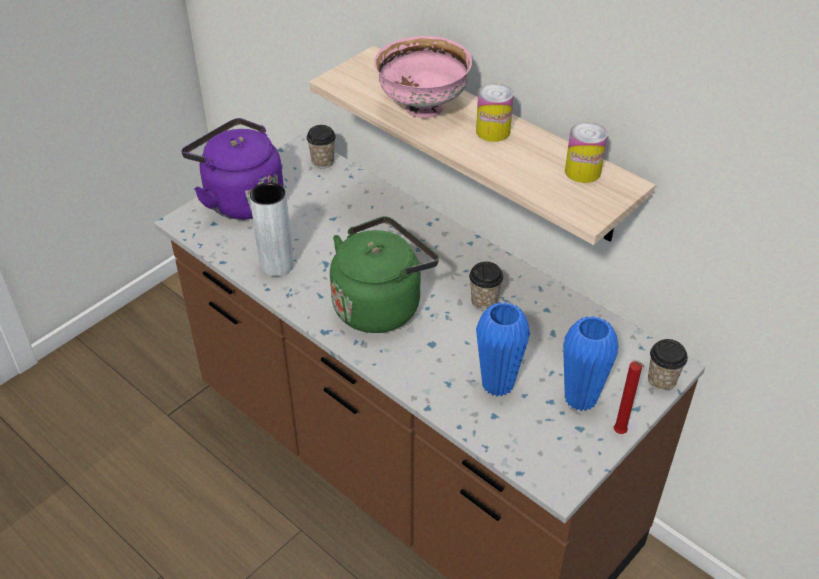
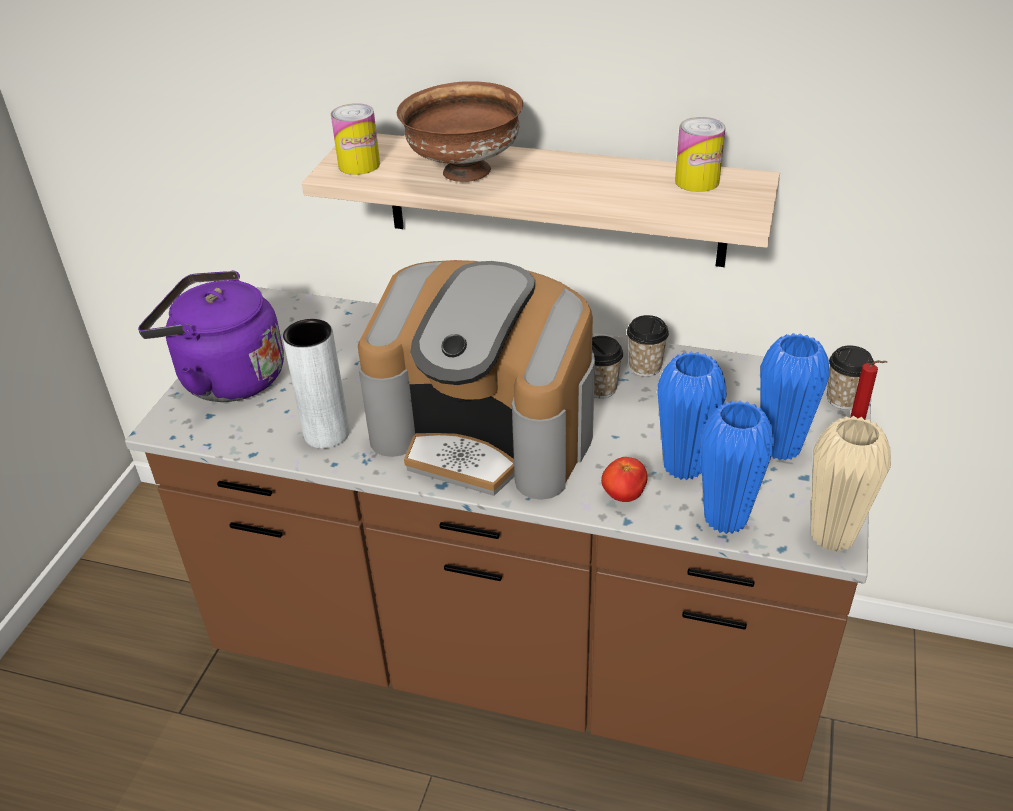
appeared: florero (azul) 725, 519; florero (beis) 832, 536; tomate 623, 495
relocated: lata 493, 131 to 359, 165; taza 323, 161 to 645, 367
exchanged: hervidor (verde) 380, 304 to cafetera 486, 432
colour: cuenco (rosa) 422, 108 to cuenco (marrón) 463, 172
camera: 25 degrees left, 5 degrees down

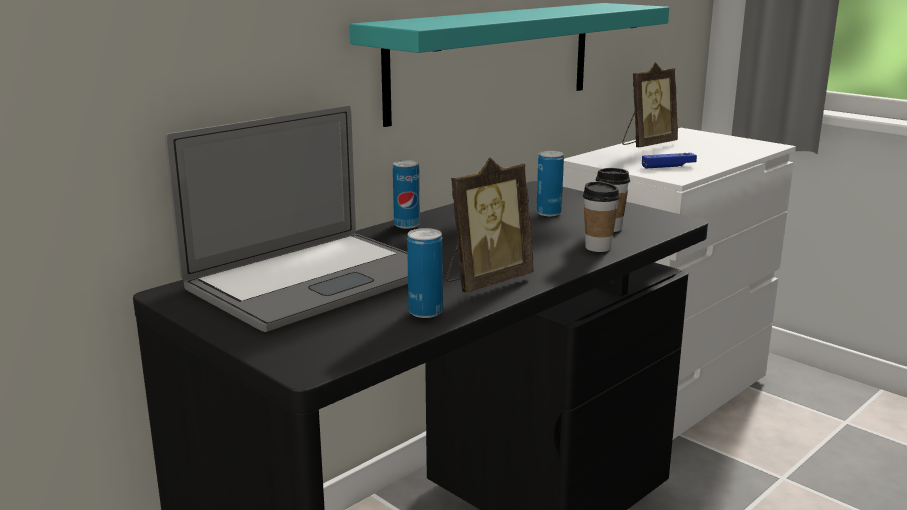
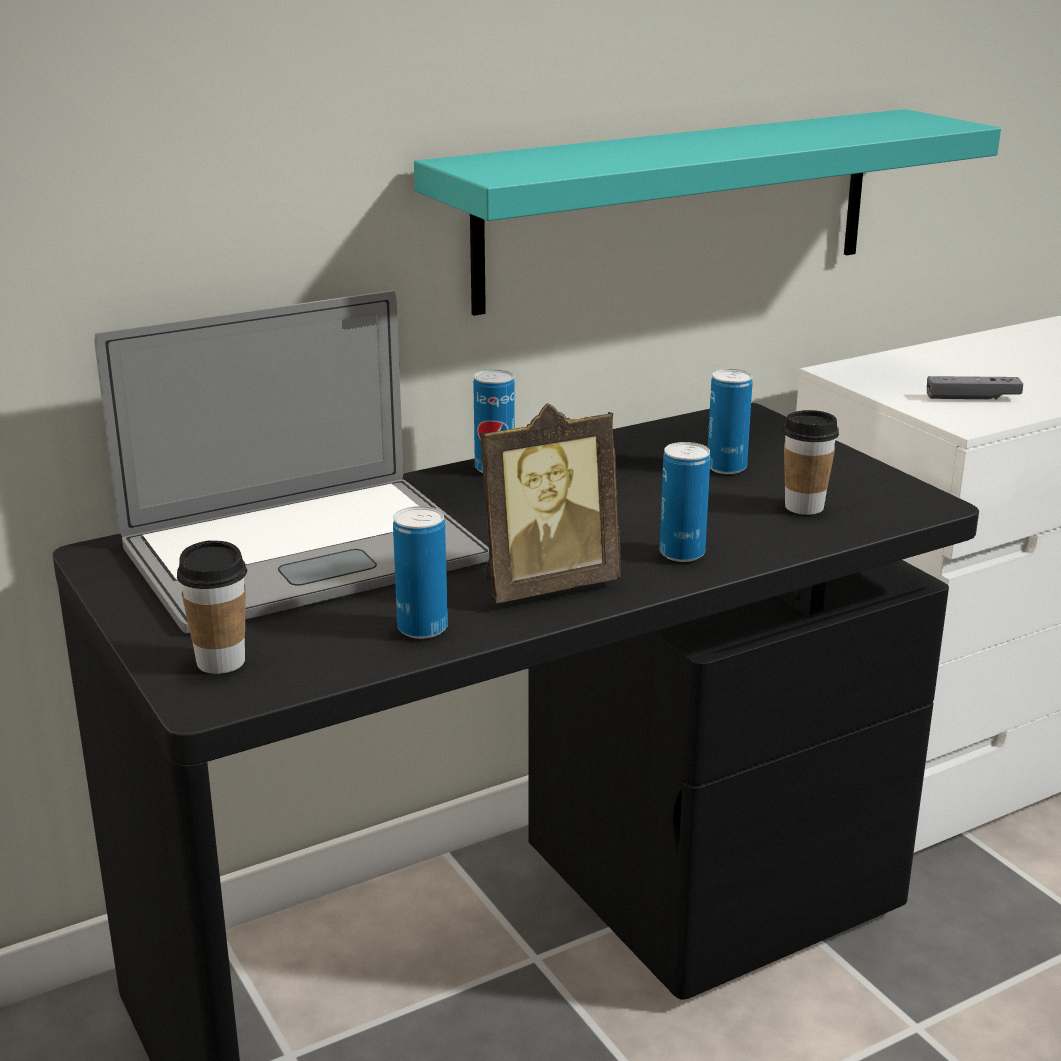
missing: portarretratos 647, 145
appeared: lata 682, 553
relocated: taza 598, 247 to 221, 662
colour: mando de consola (azul) 668, 166 to mando de consola (gris) 972, 397
camera: 15 degrees right, 5 degrees up

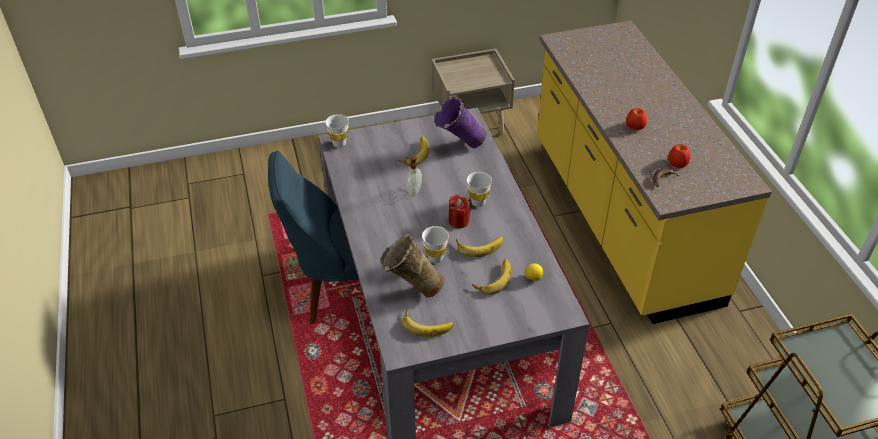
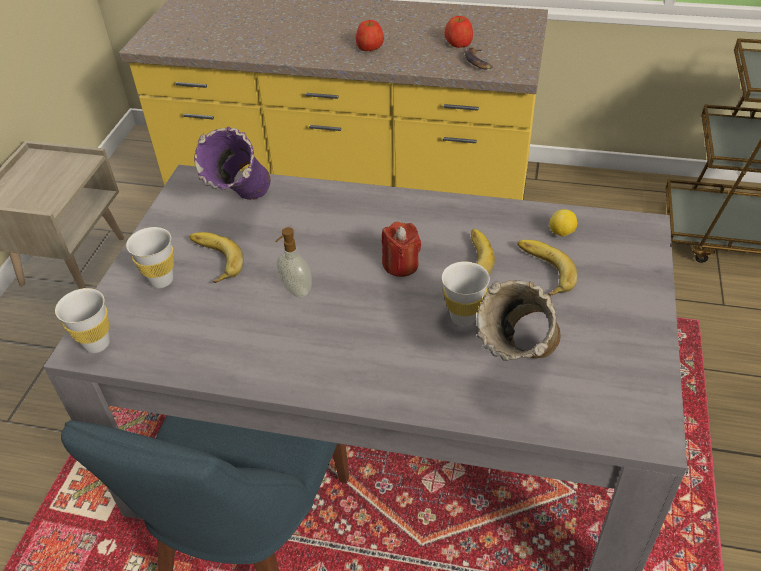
missing: plátano 427, 324
relocated: taza (blanco) 478, 202 to 161, 280
camera: 60 degrees left, 0 degrees up

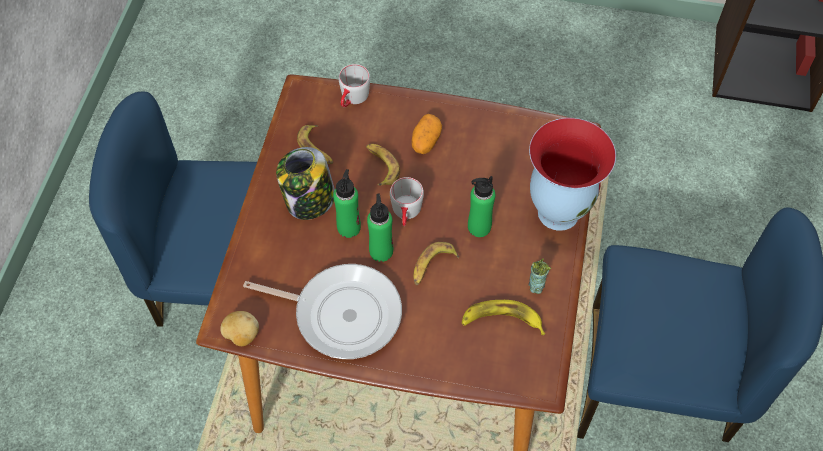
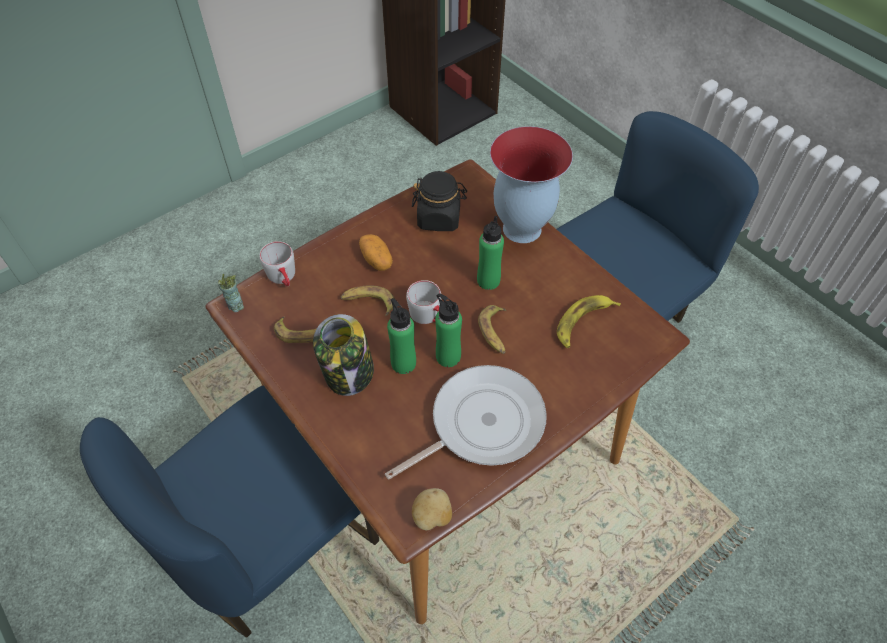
appeared: tarro (negro) 439, 218
relocated: taza 536, 286 to 235, 306
camera: 50 degrees left, 5 degrees down

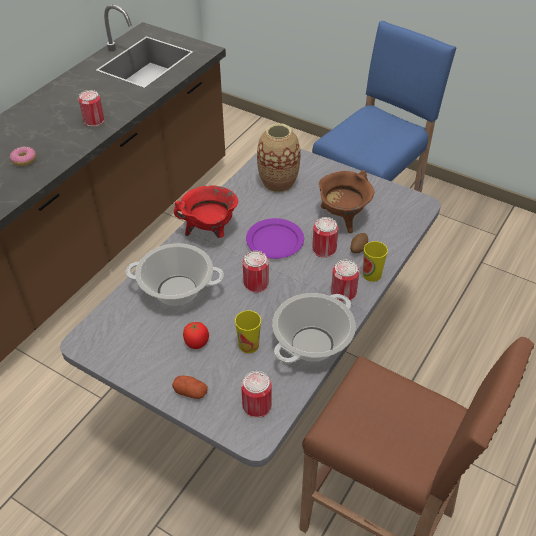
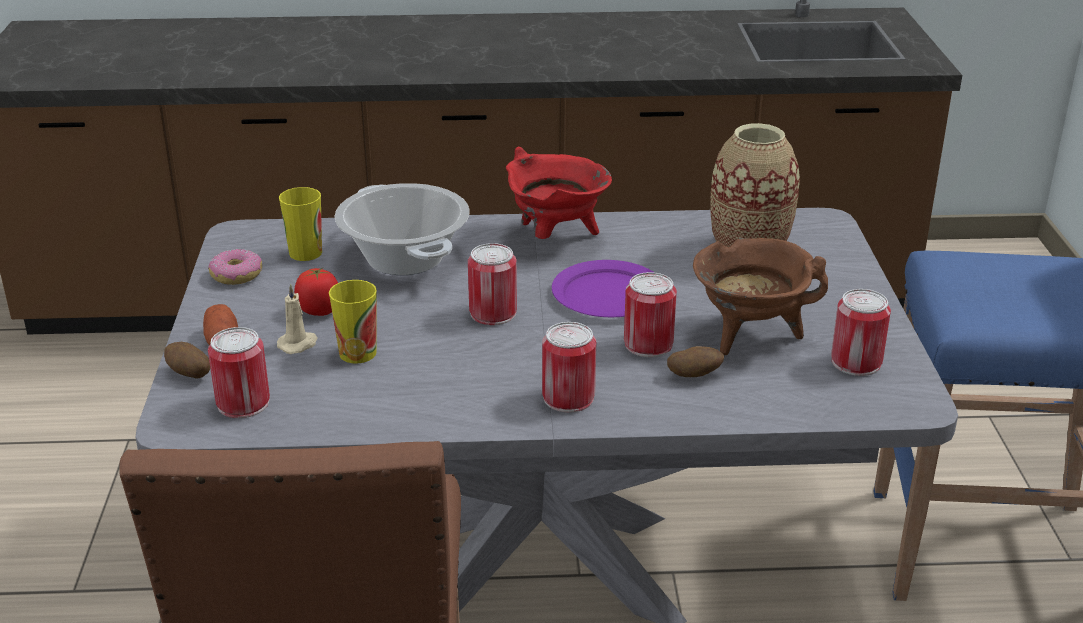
missing: olla 312, 343
appeared: vela (beis) 298, 344; patata 189, 374
relocated: lata 94, 120 to 856, 362; rosquilla 24, 160 to 236, 275; taza 372, 274 to 305, 253
camera: 55 degrees right, 15 degrees down

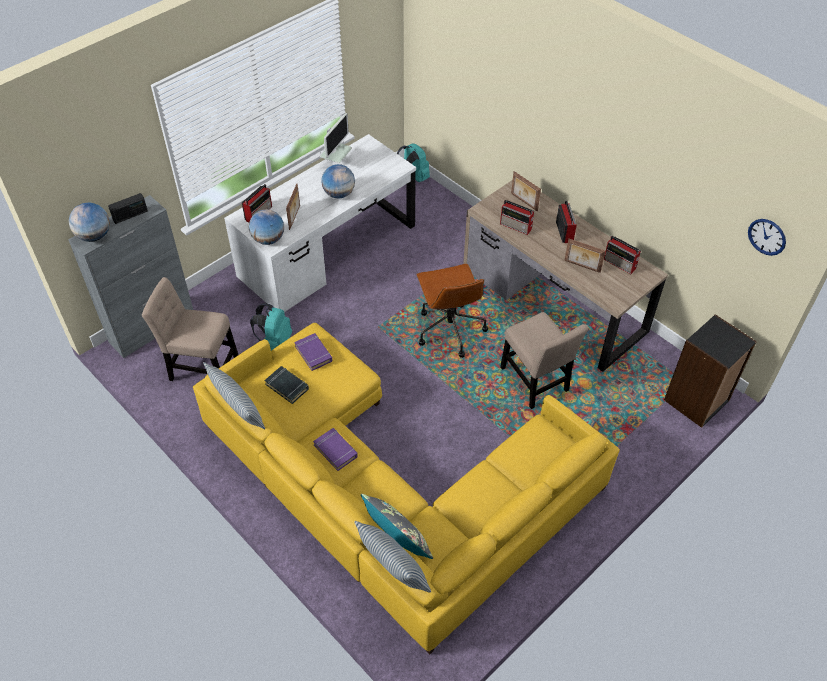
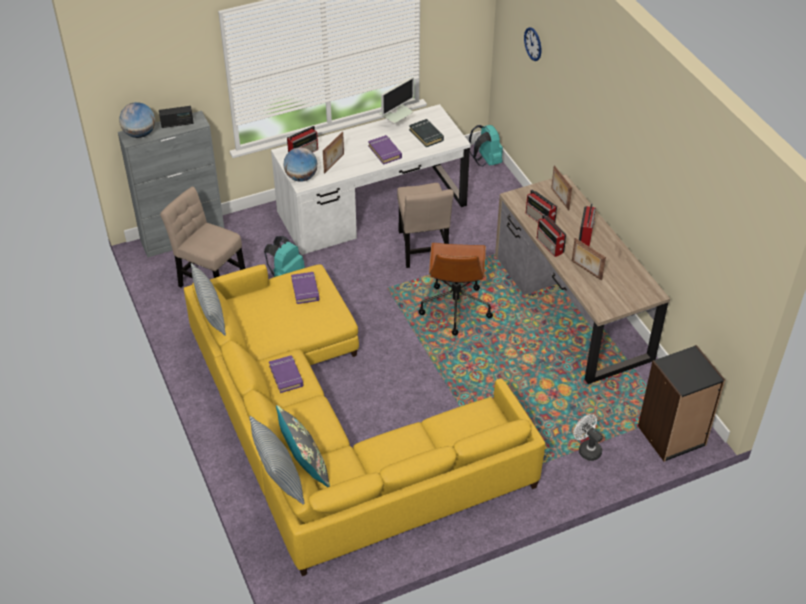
appeared: ventilador (blanco) 586, 449
relocated: reloj de pared 767, 236 to 533, 44; radio 620, 264 to 550, 246; silla (beis) 535, 382 to 422, 249; libro (negro) 287, 386 to 426, 135
exchanged: globo terráqueo 339, 194 to libro (morado) 385, 152
camera: 20 degrees right, 5 degrees down

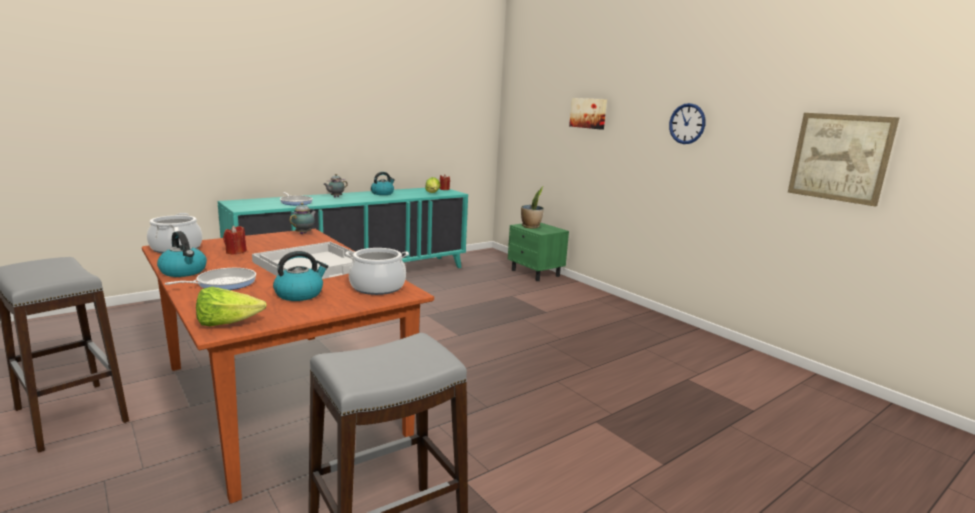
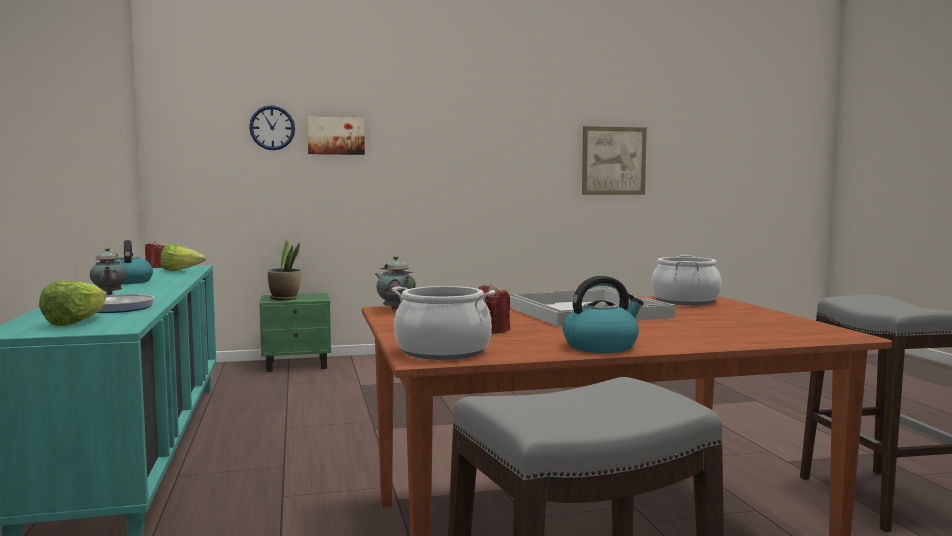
missing: hervidor 300, 294; sartén 223, 283
relocated: reloj de pared 687, 123 to 272, 128; lechuga 227, 323 to 76, 322
camera: 65 degrees left, 10 degrees down

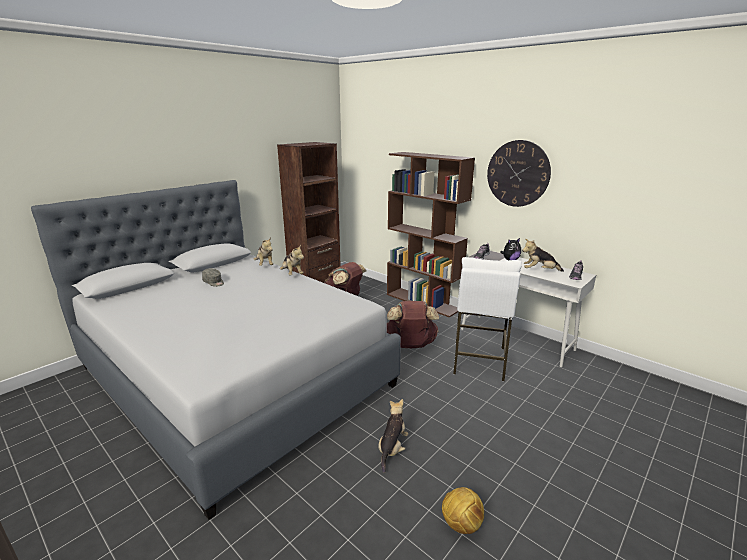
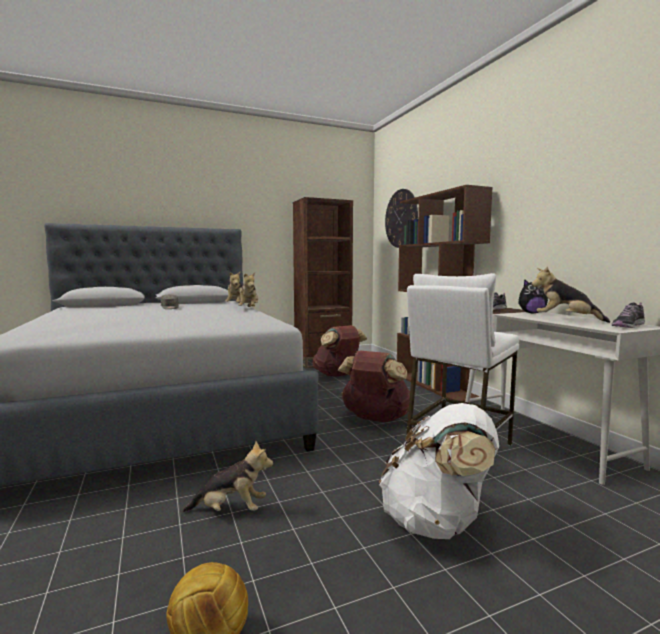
appeared: mochila (blanco) 437, 522
relocated: reloj de pared 517, 173 to 401, 218
spun: peluche 392, 449 = 231, 510 45 degrees clockwise
camera: 25 degrees right, 15 degrees down

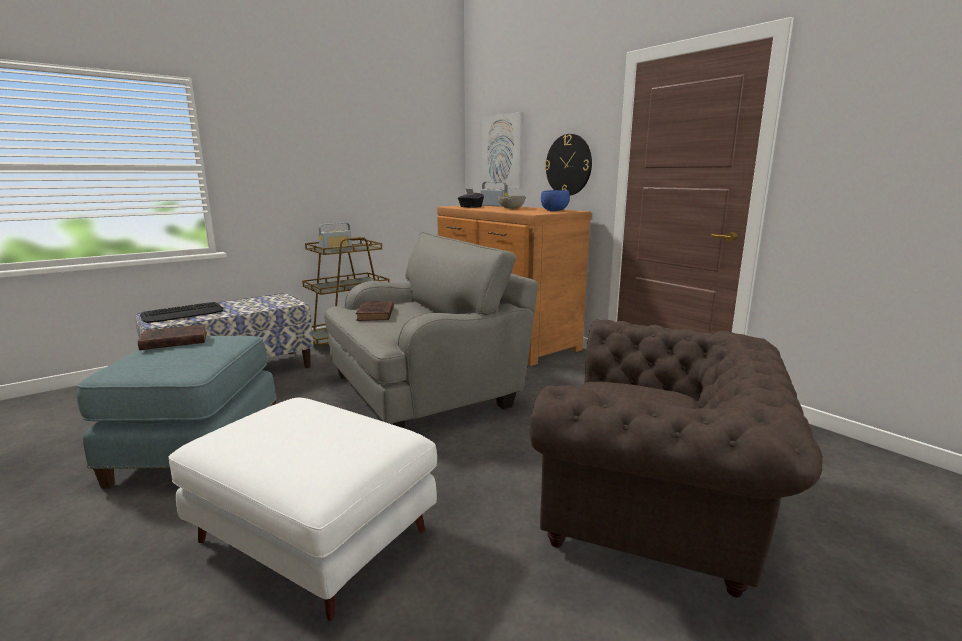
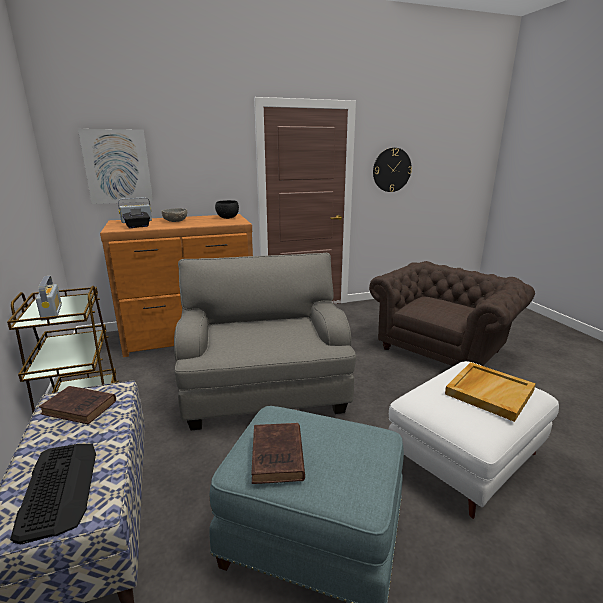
appeared: bandeja (beis) 489, 392
relocated: reloj de pared 568, 165 to 391, 170; libro (marrón) 375, 314 to 81, 408
colour: cuenco (azul) 554, 211 to cuenco (negro) 227, 218
camera: 70 degrees left, 5 degrees up

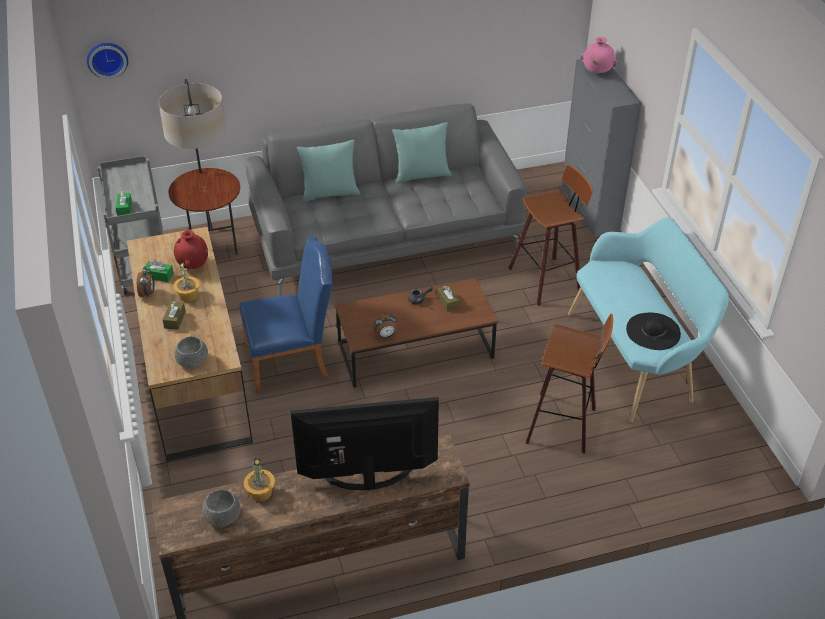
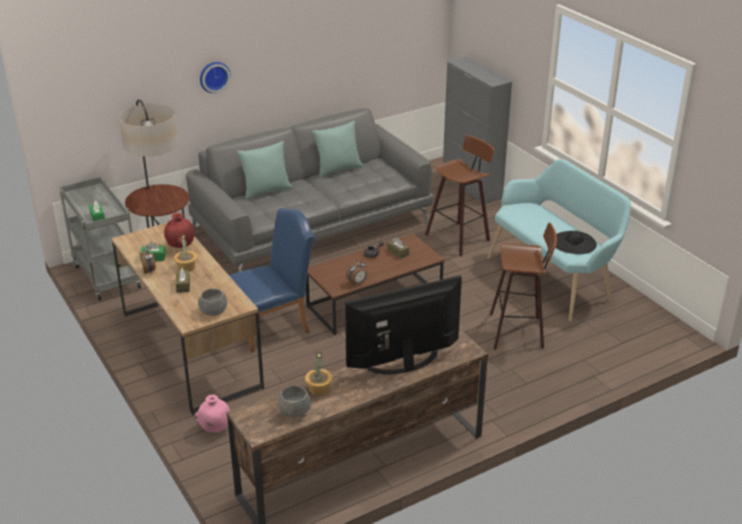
relocated: florero (rosa) 596, 72 to 215, 429; reloj de pared 107, 59 to 214, 76
camera: 15 degrees left, 10 degrees down

